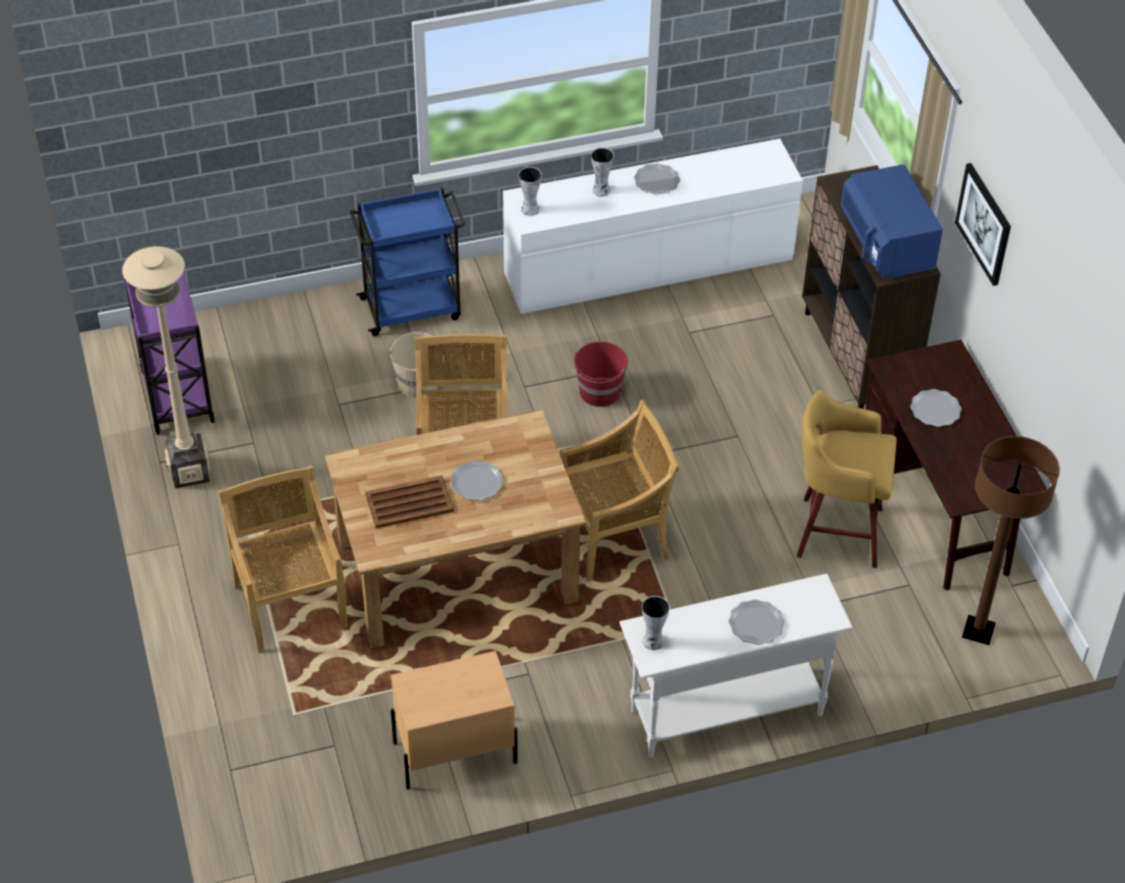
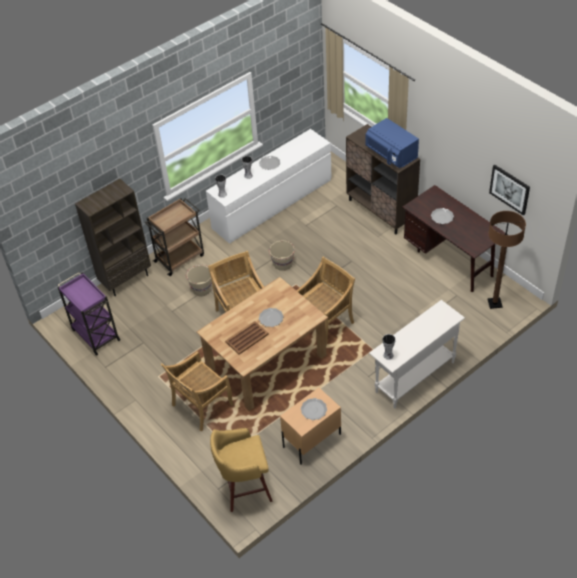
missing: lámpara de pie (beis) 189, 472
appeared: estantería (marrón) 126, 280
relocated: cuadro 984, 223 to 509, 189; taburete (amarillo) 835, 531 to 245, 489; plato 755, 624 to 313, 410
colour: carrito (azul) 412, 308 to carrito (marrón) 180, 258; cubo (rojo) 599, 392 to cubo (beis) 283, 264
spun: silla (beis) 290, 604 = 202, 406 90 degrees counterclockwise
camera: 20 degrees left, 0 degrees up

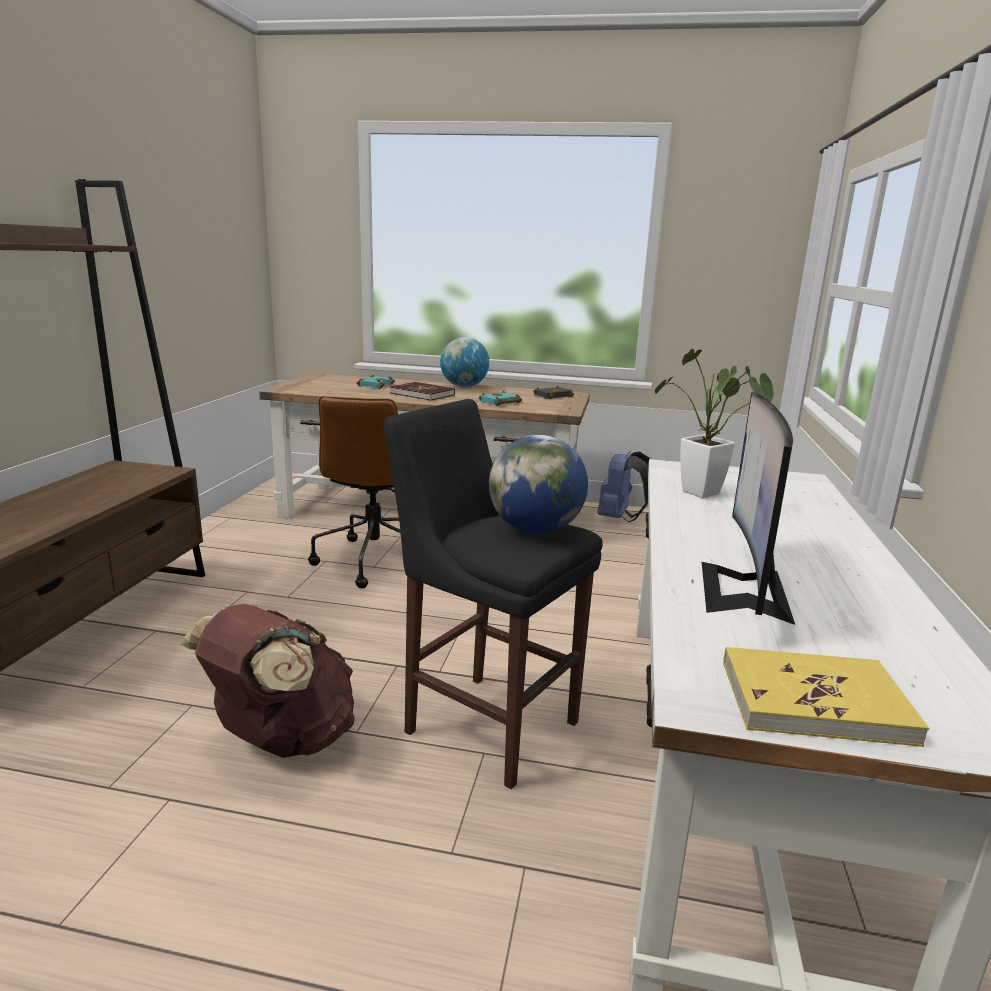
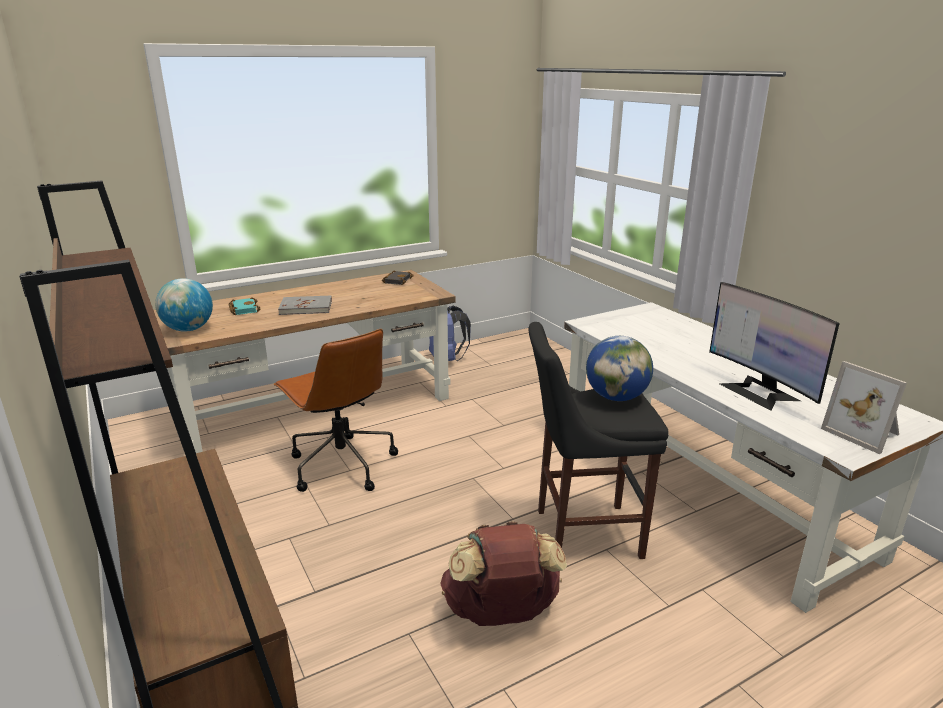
missing: planta en maceta 707, 495; libro (turquesa) 500, 402
relocated: globo terráqueo 464, 387 to 189, 329
exchanged: libro (amarillo) 814, 701 to portarretratos 864, 433
colour: libro (rojo) 422, 394 to libro (gris) 306, 308
camera: 40 degrees left, 5 degrees up

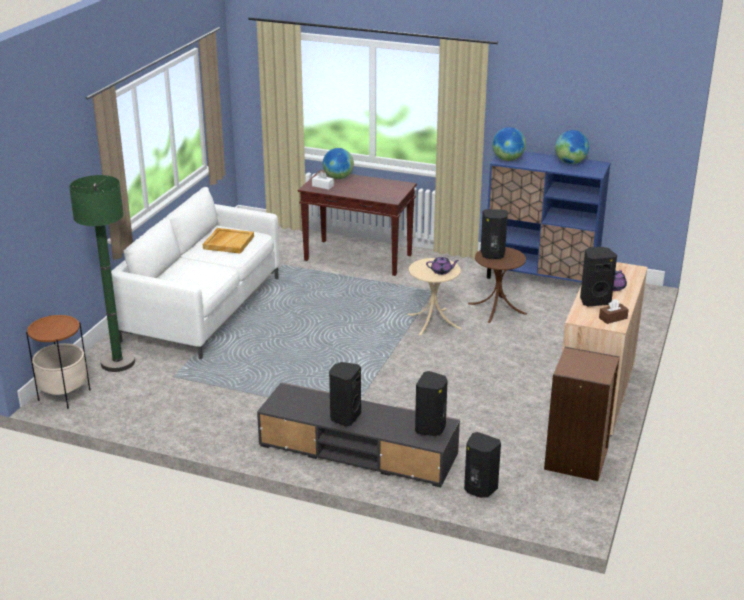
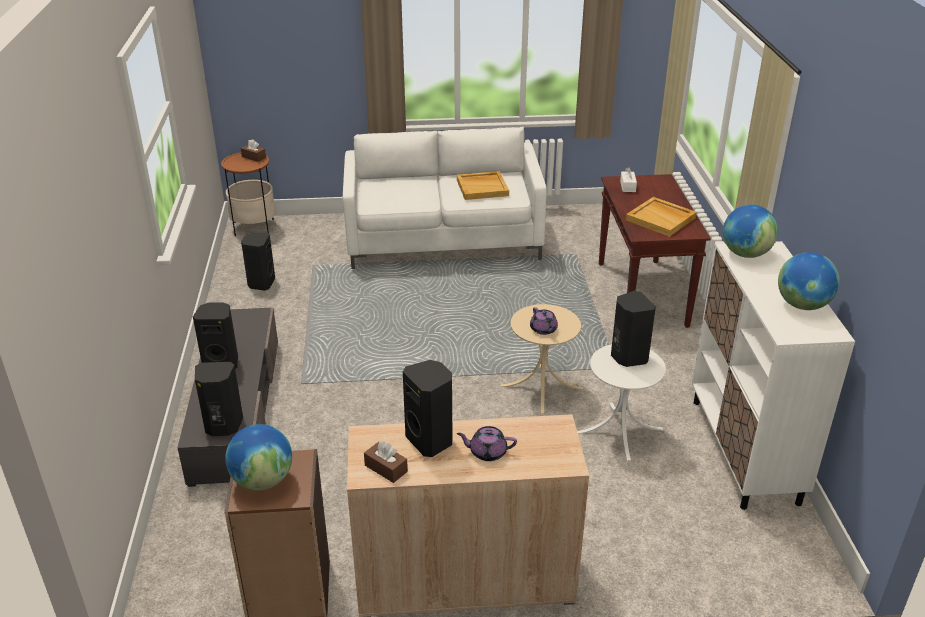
missing: lámpara de pie (verde) 118, 362
appeared: caja de pañuelos (marrón) 253, 157; bandeja (beis) 661, 219
relocated: globo terráqueo 338, 178 to 263, 480; altavoz (negro) 479, 489 to 261, 283
colour: armario (azul) 541, 278 to armario (blanco) 744, 450; mesa auxiliar (marrón) 497, 308 to mesa auxiliar (blanco) 619, 431
camera: 65 degrees right, 5 degrees up

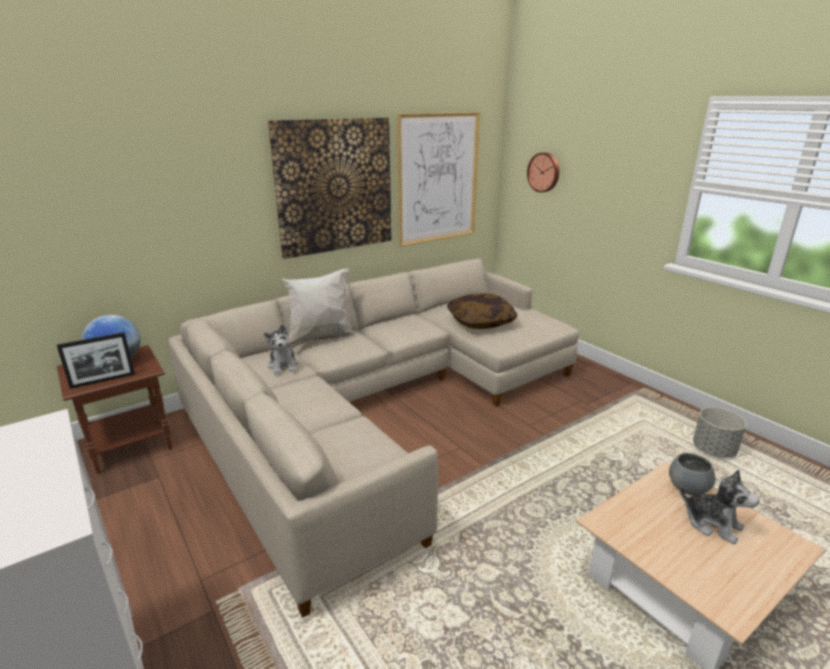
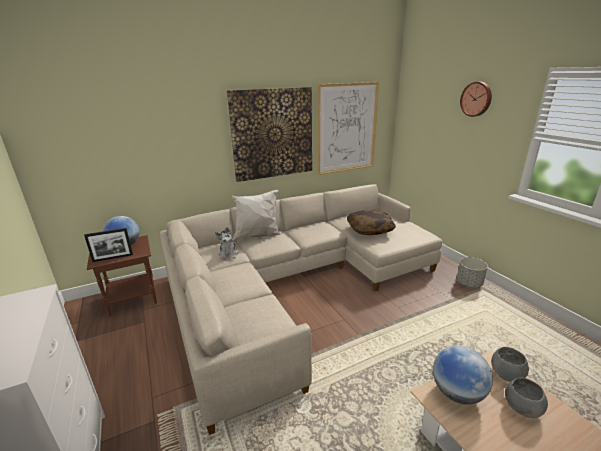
appeared: globo terráqueo 457, 393
relocated: reloj de pared 544, 172 to 476, 99; maceta (gris) 714, 450 to 469, 283
exchanged: peluche 712, 523 to cuenco (gris) 521, 407
camera: 10 degrees right, 0 degrees up

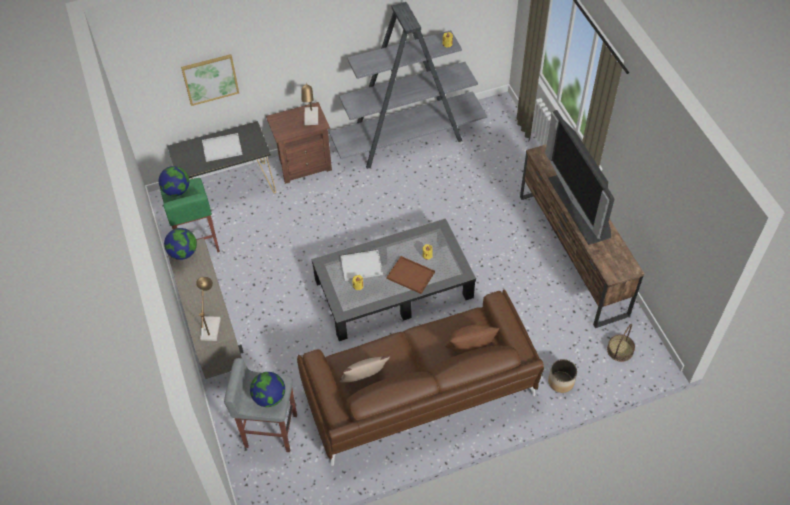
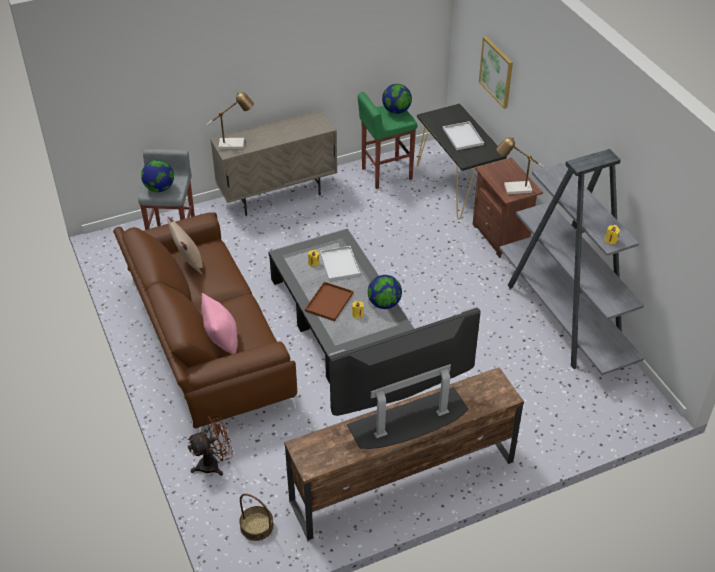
relocated: globo terráqueo 183, 253 to 384, 304
exchanged: maceta 561, 382 to ventilador (marrón) 214, 464
colour: cojín (marrón) 469, 347 to cojín (rosa) 222, 339
camera: 85 degrees right, 10 degrees down

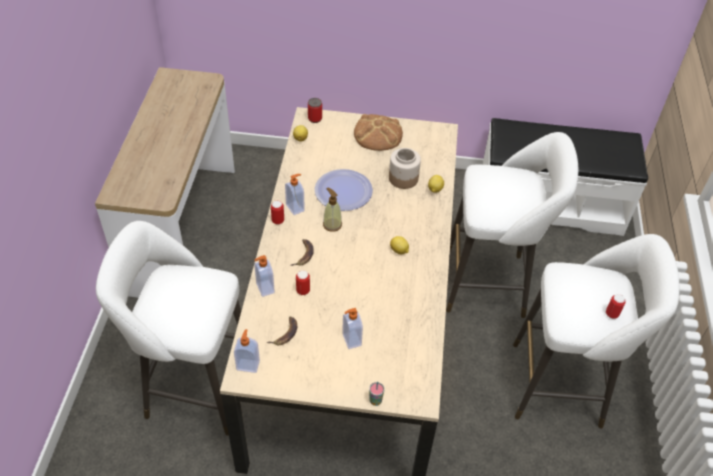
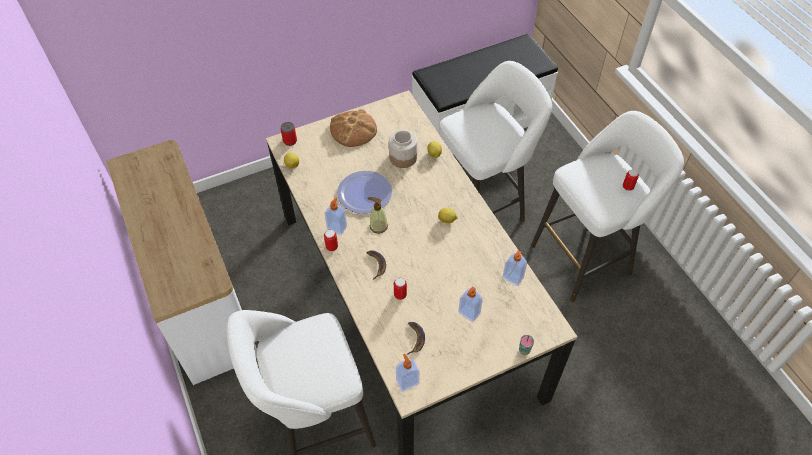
relocated: dispensador de jabón 264, 288 to 512, 278
camera: 30 degrees left, 5 degrees up

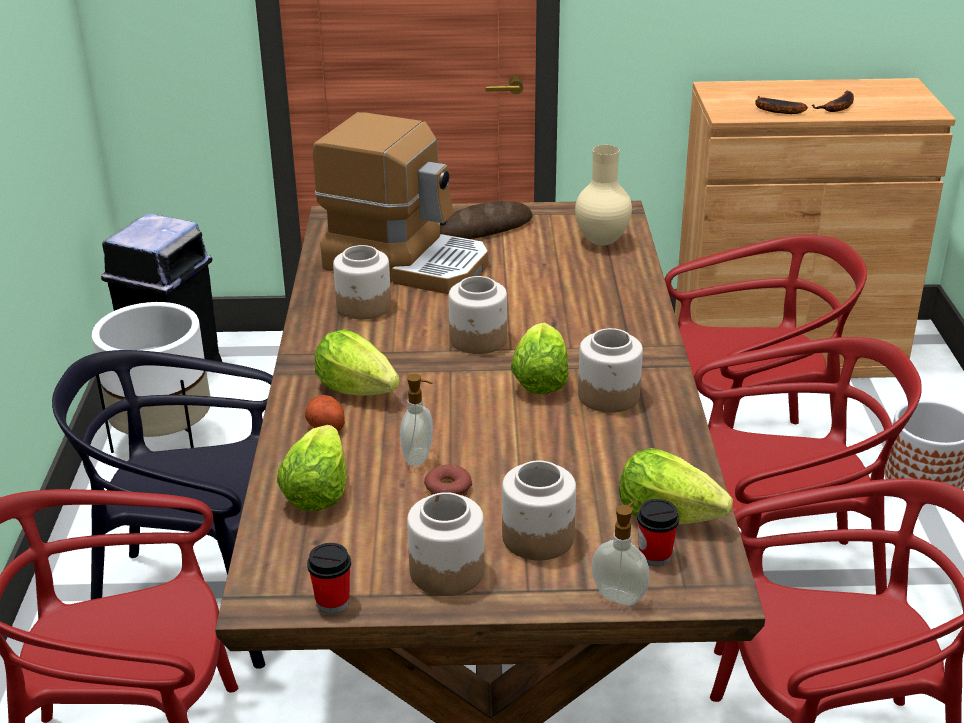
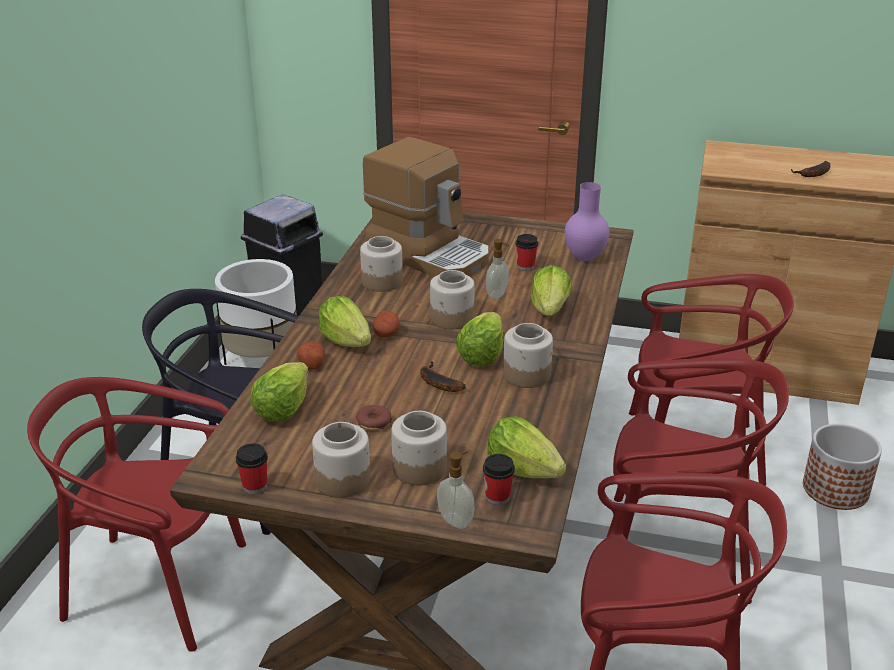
missing: pan 485, 228
appeared: taza 525, 266; lechuga 550, 309; patata 386, 334
relocated: plátano 774, 110 to 437, 382; dispensador de jabón 419, 457 to 497, 295
colour: florero (beis) 600, 241 to florero (morado) 584, 257
camera: 15 degrees right, 0 degrees up

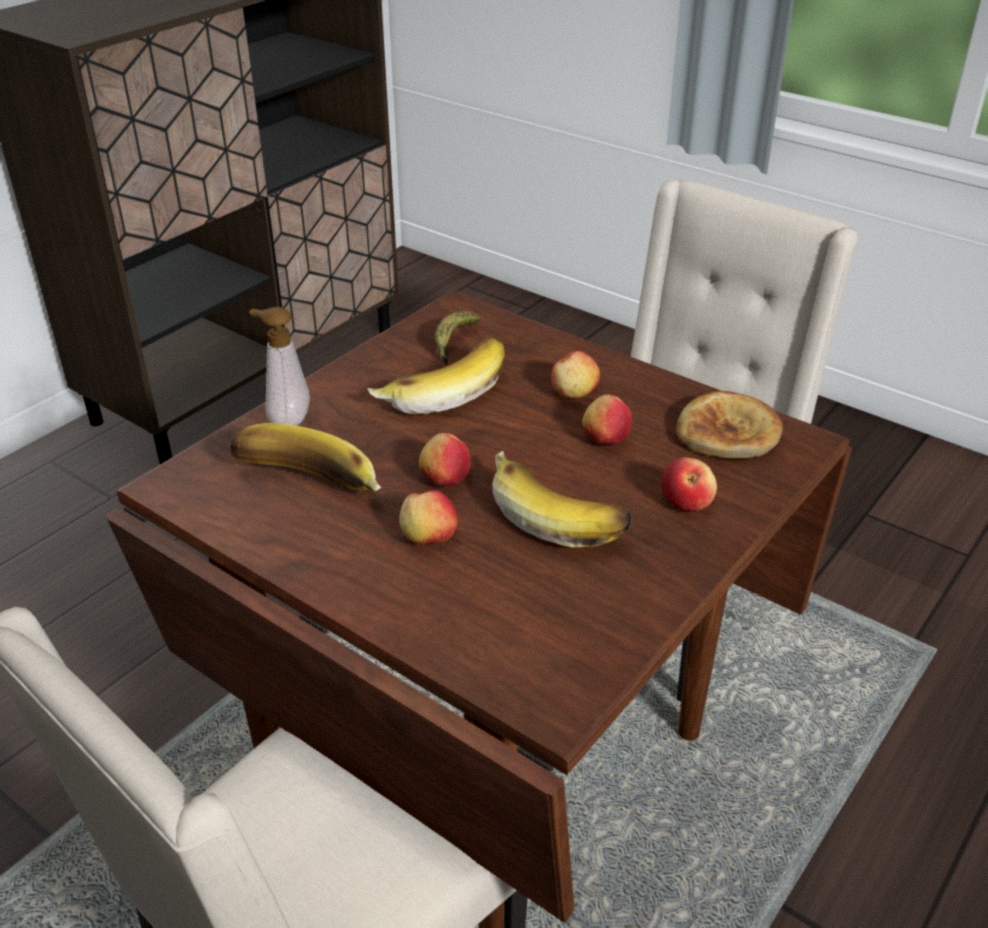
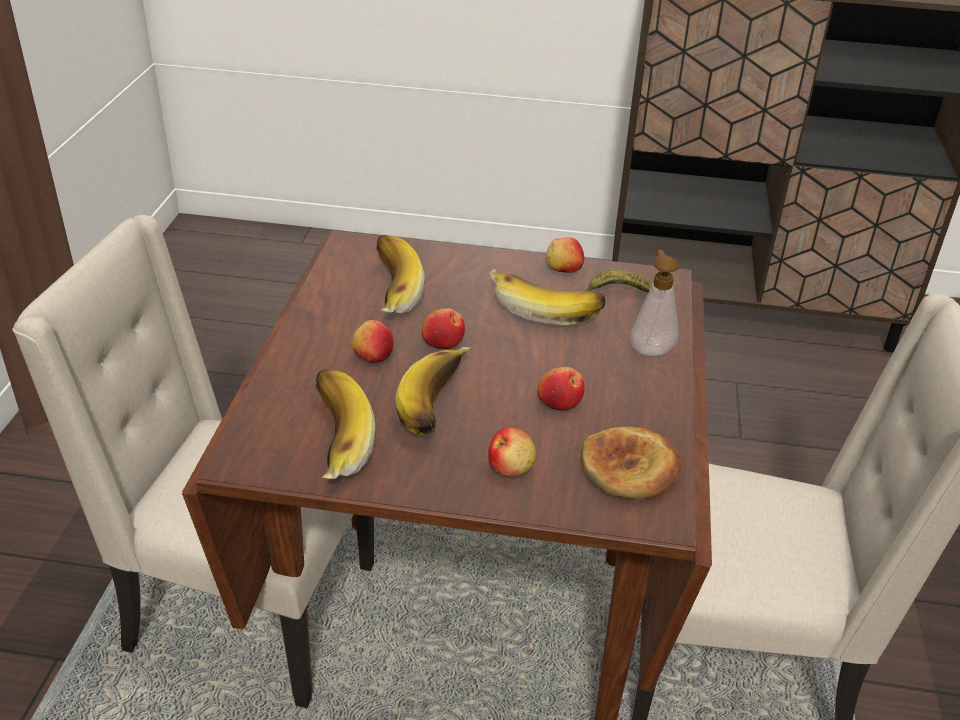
appeared: plátano 331, 442
relocated: dispensador de jabón 286, 421 to 650, 349; manzana 574, 393 to 563, 269
camera: 60 degrees right, 0 degrees up

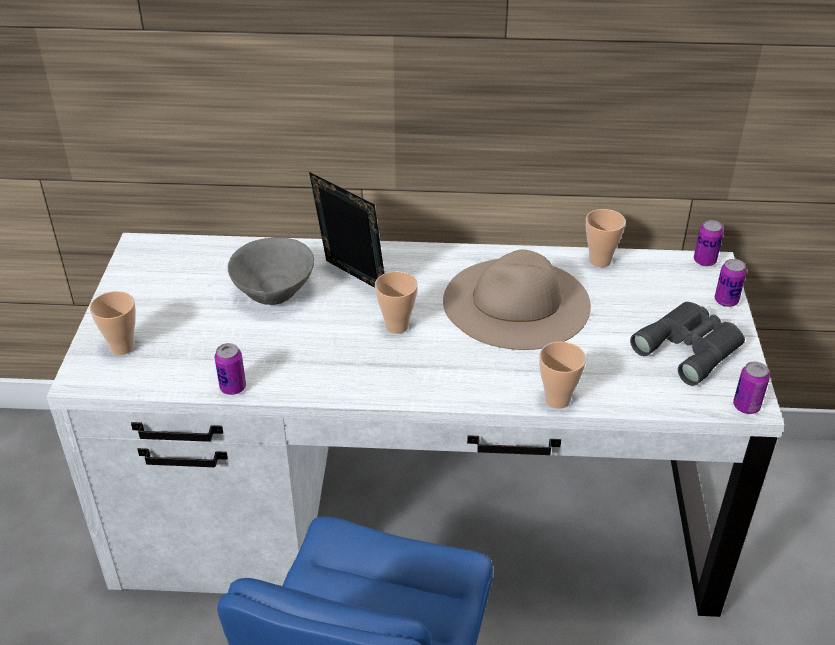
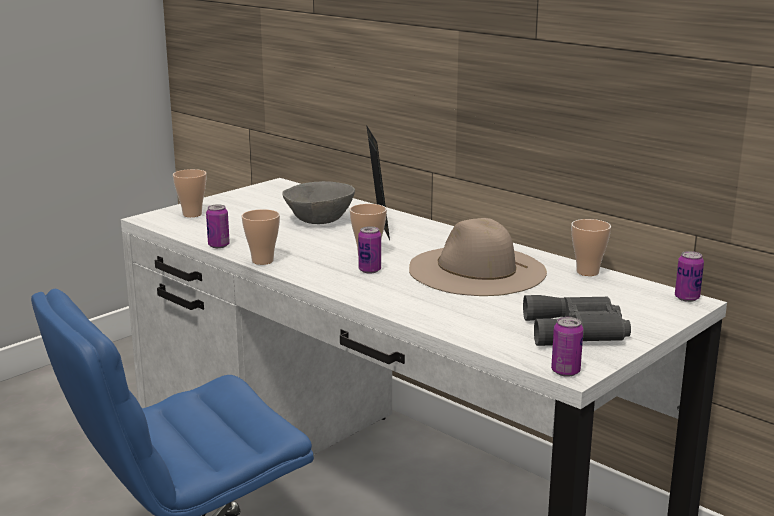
relocated: lata 726, 301 to 369, 270; taza 557, 399 to 262, 261
camera: 40 degrees right, 20 degrees down

